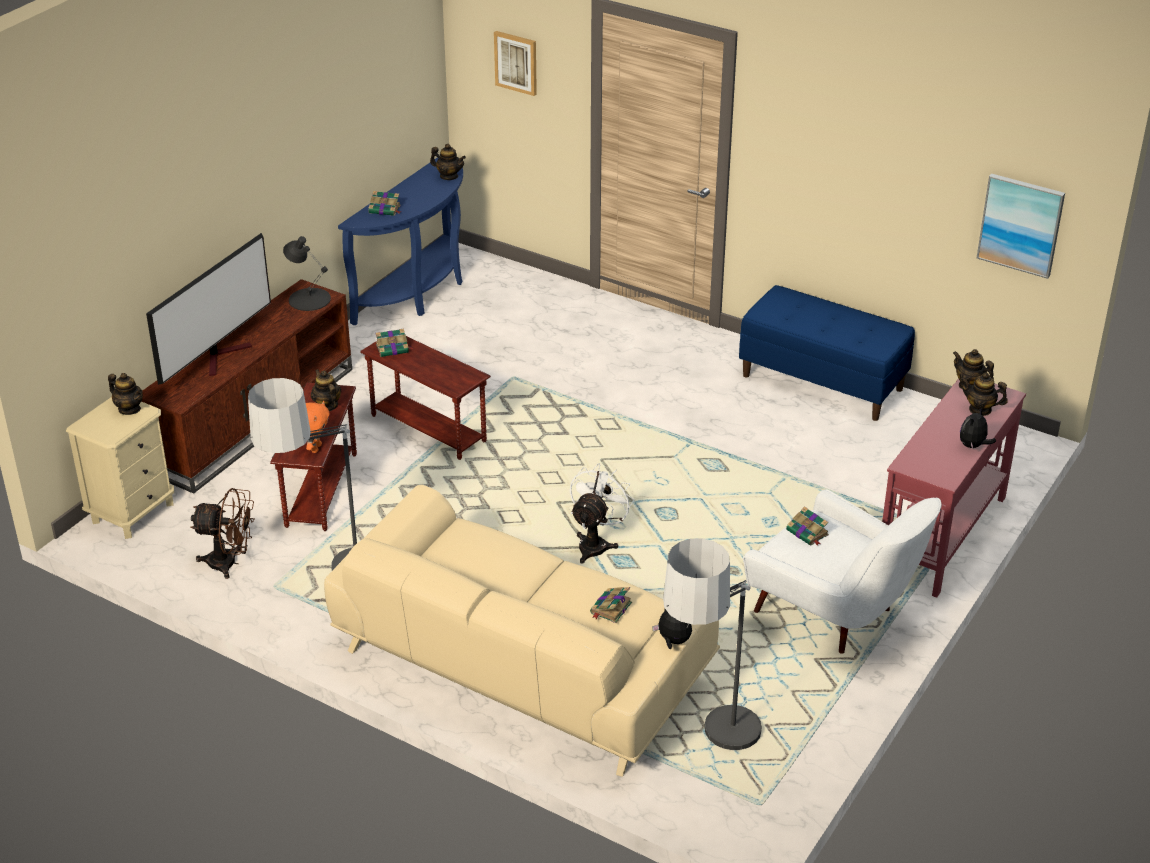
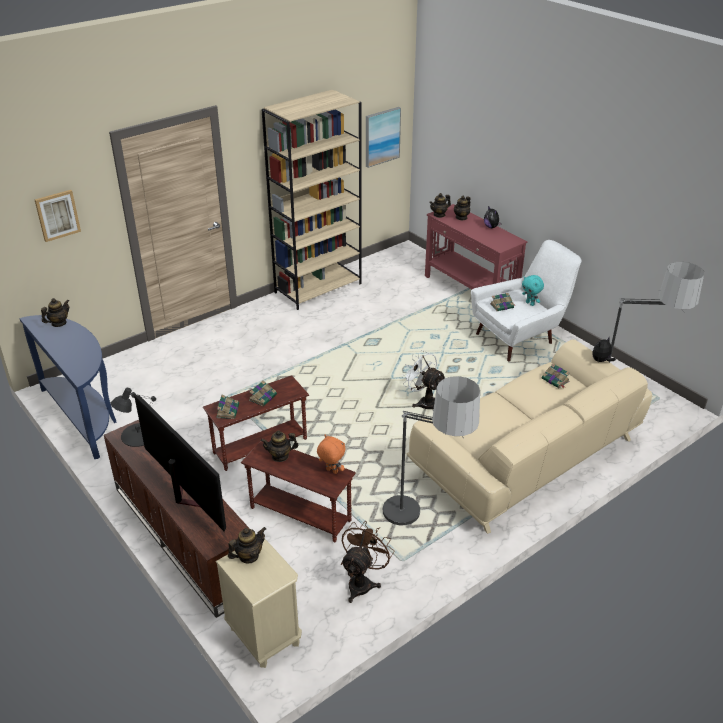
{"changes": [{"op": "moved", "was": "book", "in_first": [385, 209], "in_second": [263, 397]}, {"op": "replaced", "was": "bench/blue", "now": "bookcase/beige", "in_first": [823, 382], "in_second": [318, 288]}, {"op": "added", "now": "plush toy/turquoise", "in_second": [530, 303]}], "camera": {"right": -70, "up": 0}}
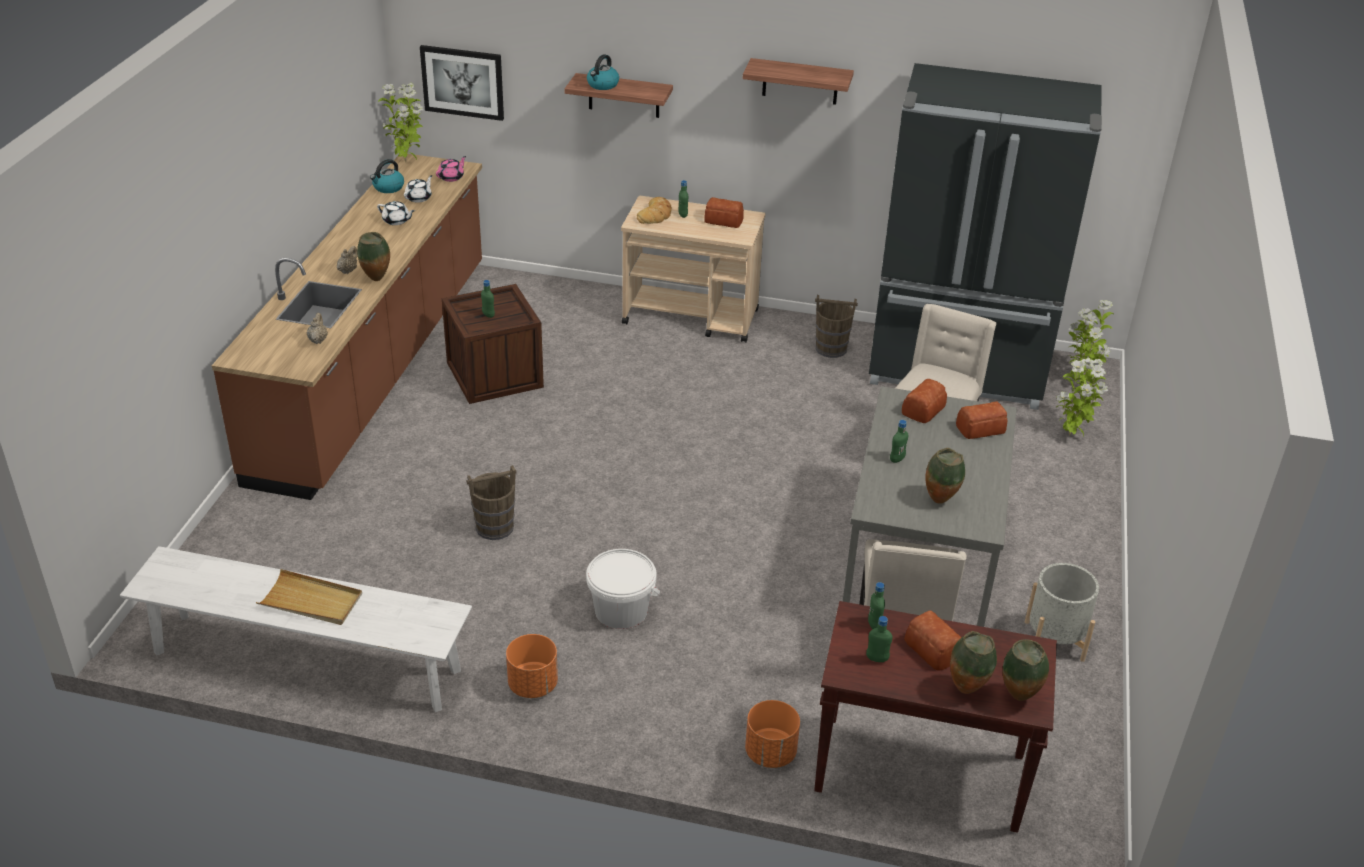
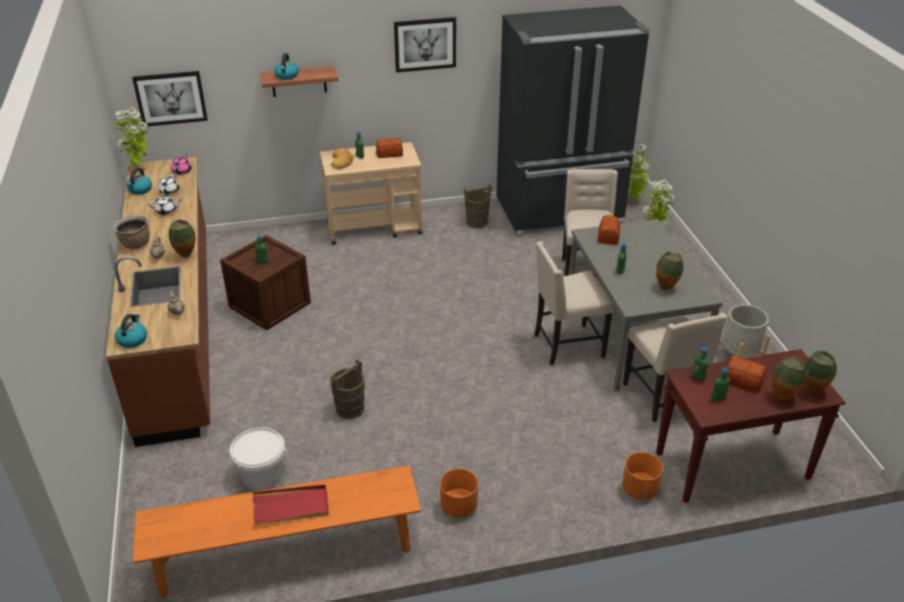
{"changes": [{"op": "added", "now": "cooking pot/brown", "in_second": [135, 244]}, {"op": "added", "now": "kettle", "in_second": [132, 339]}, {"op": "recoloured", "was": "bench/white", "now": "bench/orange", "in_first": [306, 661], "in_second": [286, 555]}, {"op": "moved", "was": "bucket/white", "in_first": [621, 610], "in_second": [262, 474]}, {"op": "recoloured", "was": "tray/beige", "now": "tray/red", "in_first": [311, 601], "in_second": [291, 507]}, {"op": "replaced", "was": "shelf", "now": "picture", "in_first": [800, 81], "in_second": [425, 44]}, {"op": "added", "now": "chair/beige", "in_second": [567, 346]}, {"op": "removed", "was": "bread", "in_first": [981, 429]}], "camera": {"right": -25, "up": 0}}
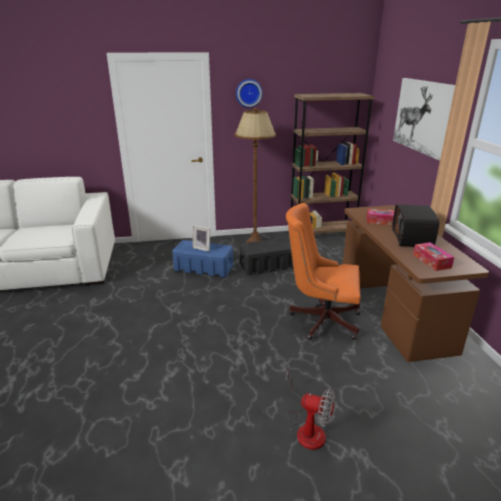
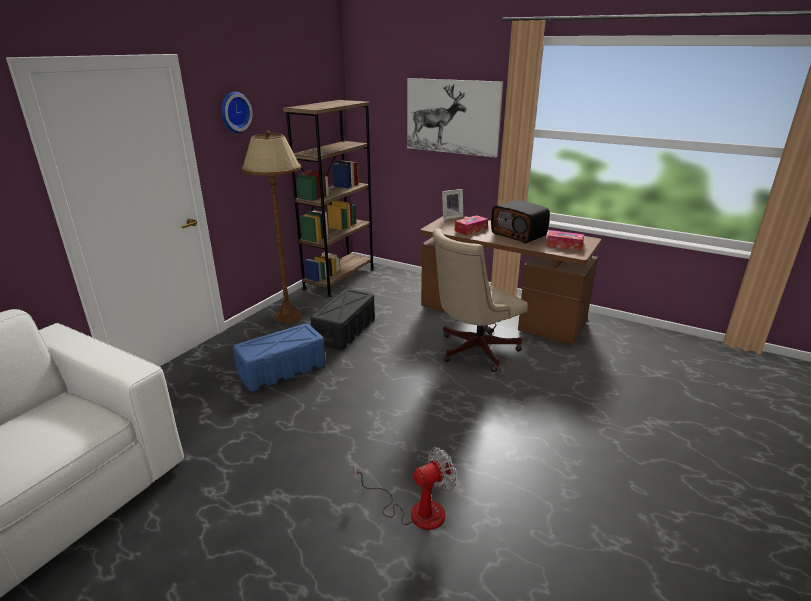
{"changes": [{"op": "moved", "was": "fan", "in_first": [307, 428], "in_second": [415, 511]}, {"op": "recoloured", "was": "office chair/orange", "now": "office chair/beige", "in_first": [320, 319], "in_second": [473, 351]}, {"op": "moved", "was": "picture frame", "in_first": [202, 248], "in_second": [451, 217]}], "camera": {"right": -50, "up": 0}}
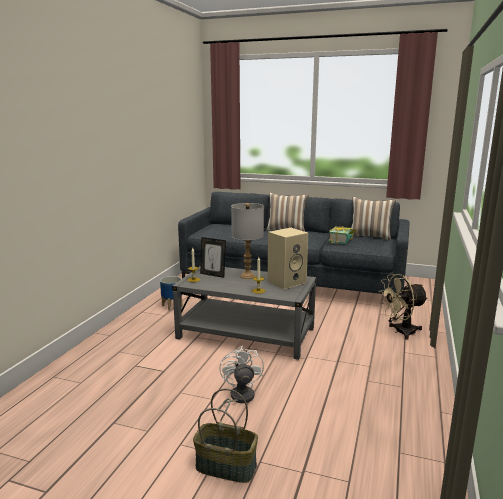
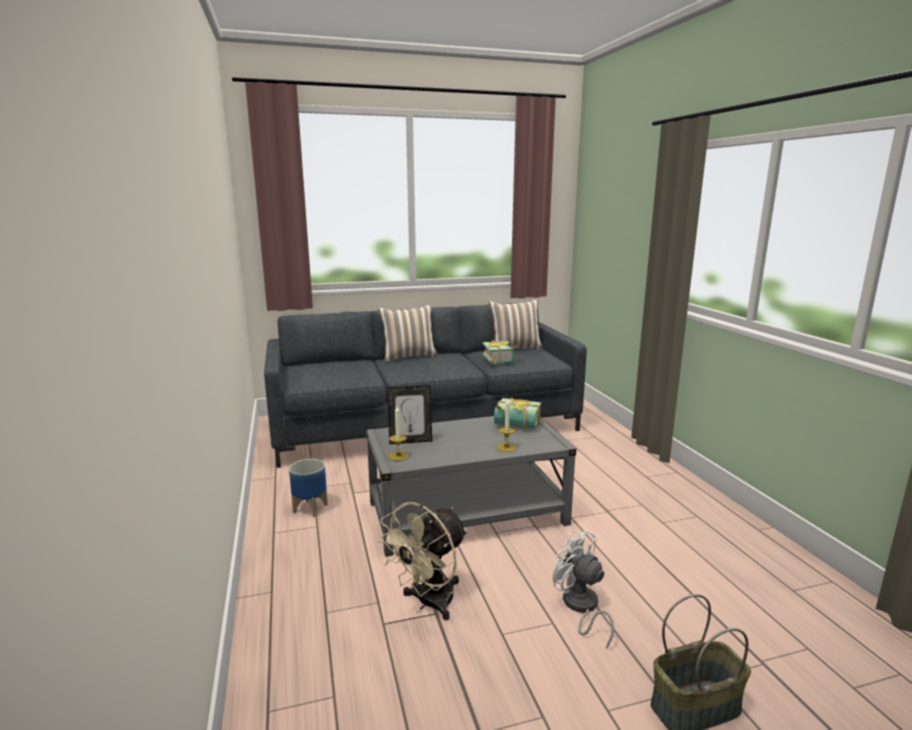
{"changes": [{"op": "moved", "was": "fan/beige", "in_first": [400, 332], "in_second": [428, 603]}, {"op": "replaced", "was": "speaker/beige", "now": "book", "in_first": [287, 282], "in_second": [516, 426]}, {"op": "removed", "was": "table lamp/grey", "in_first": [247, 276]}], "camera": {"right": -35, "up": 0}}
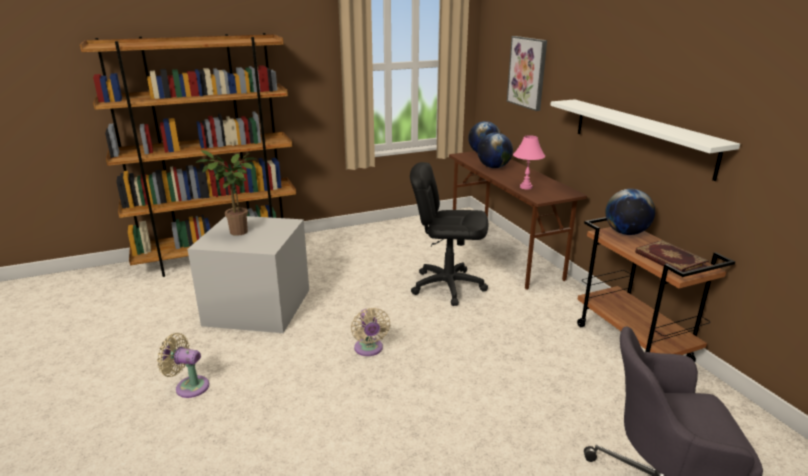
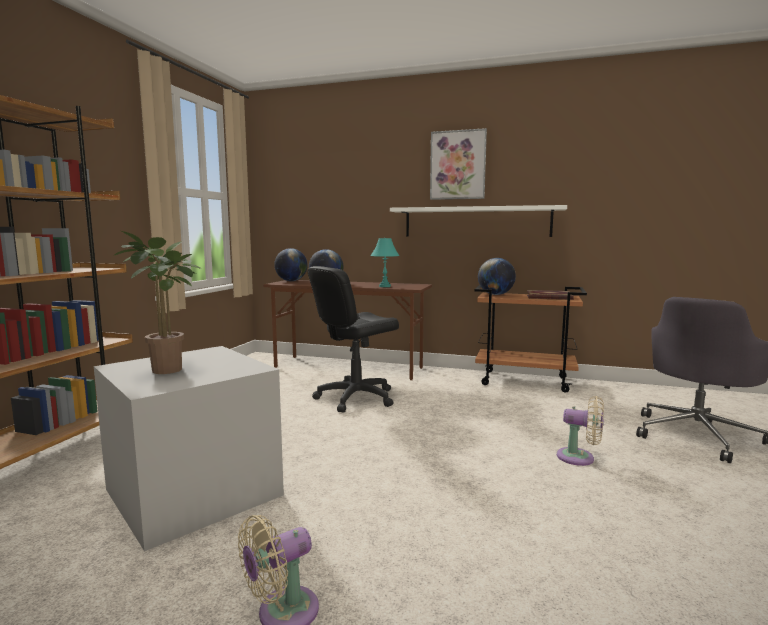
{"changes": [{"op": "recoloured", "was": "table lamp/pink", "now": "table lamp/turquoise", "in_first": [526, 187], "in_second": [384, 286]}, {"op": "moved", "was": "picture", "in_first": [527, 72], "in_second": [458, 165]}, {"op": "moved", "was": "fan/beige", "in_first": [369, 349], "in_second": [579, 458]}], "camera": {"right": -50, "up": -15}}
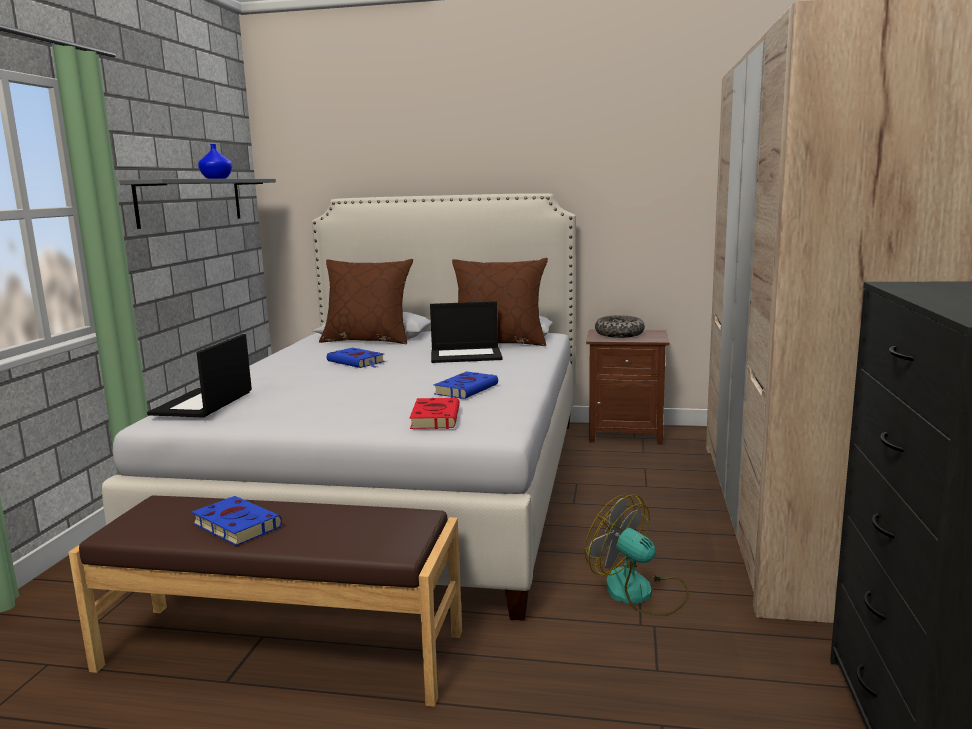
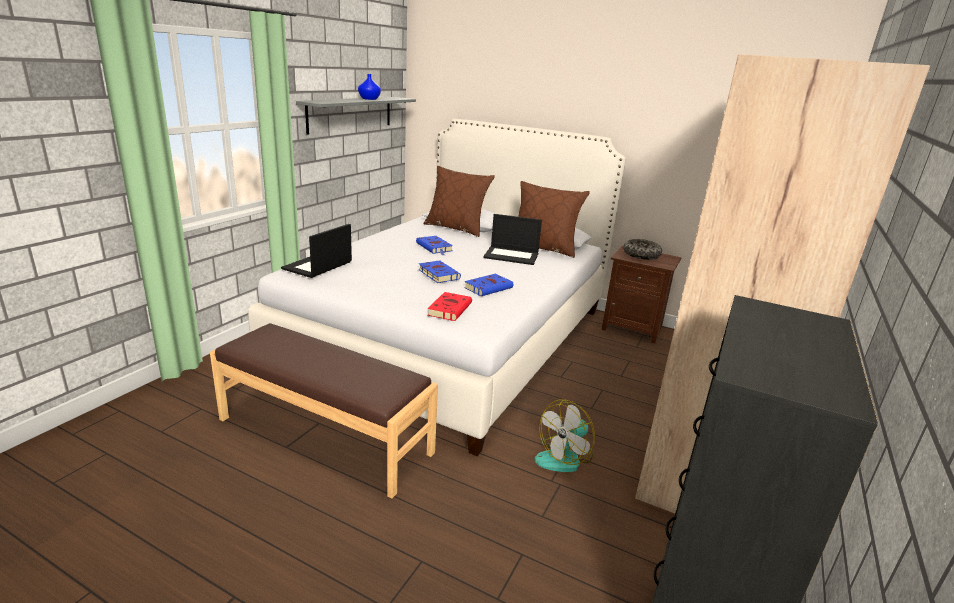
{"changes": [{"op": "moved", "was": "book/blue", "in_first": [235, 525], "in_second": [438, 274]}, {"op": "turned", "was": "fan", "in_first": [639, 593], "in_second": [565, 457], "clockwise": -105}], "camera": {"right": 15, "up": 10}}
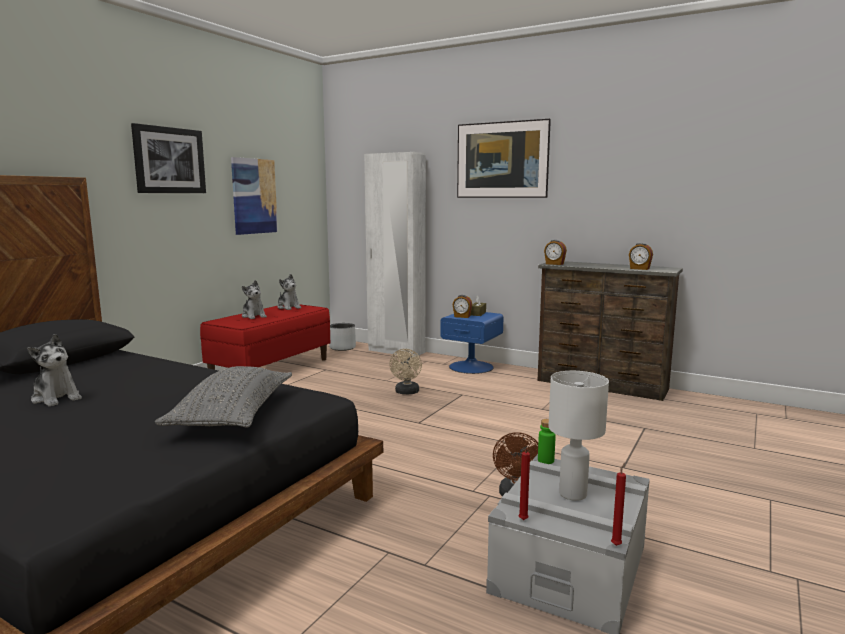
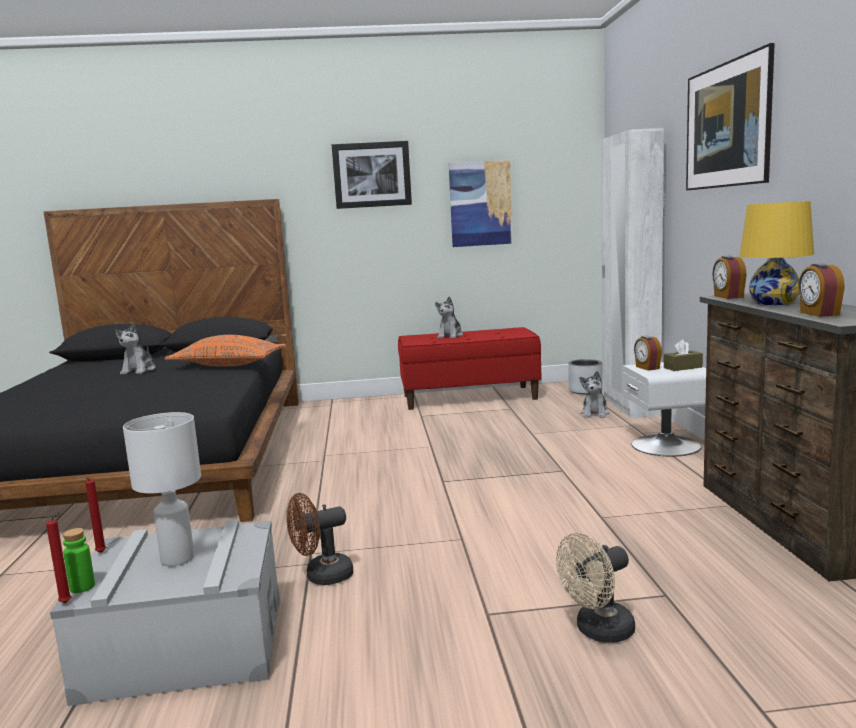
{"changes": [{"op": "moved", "was": "bottle/green", "in_first": [545, 460], "in_second": [82, 587]}, {"op": "added", "now": "pillow/orange", "in_second": [228, 365]}, {"op": "moved", "was": "fan/beige", "in_first": [406, 392], "in_second": [598, 631]}, {"op": "moved", "was": "plush toy", "in_first": [289, 307], "in_second": [595, 413]}, {"op": "recoloured", "was": "nightstand/blue", "now": "nightstand/white", "in_first": [471, 367], "in_second": [667, 445]}, {"op": "added", "now": "table lamp/yellow", "in_second": [774, 302]}, {"op": "removed", "was": "pillow/grey", "in_first": [233, 415]}], "camera": {"right": 55, "up": 0}}
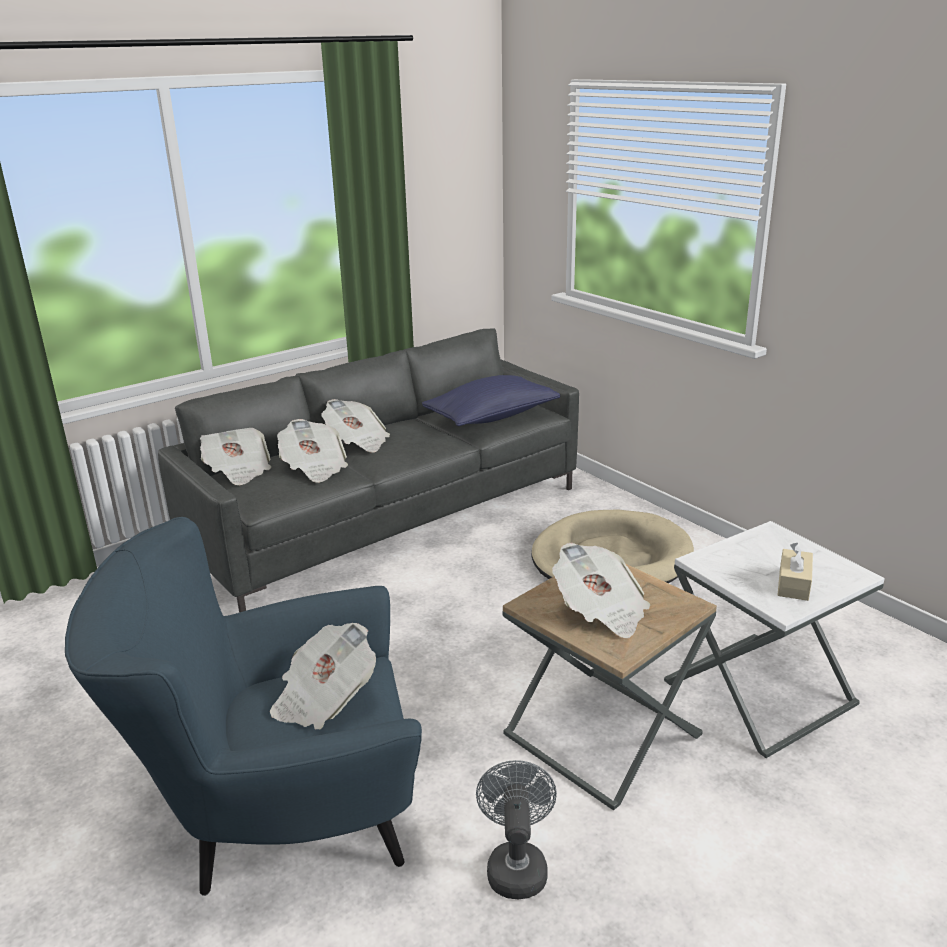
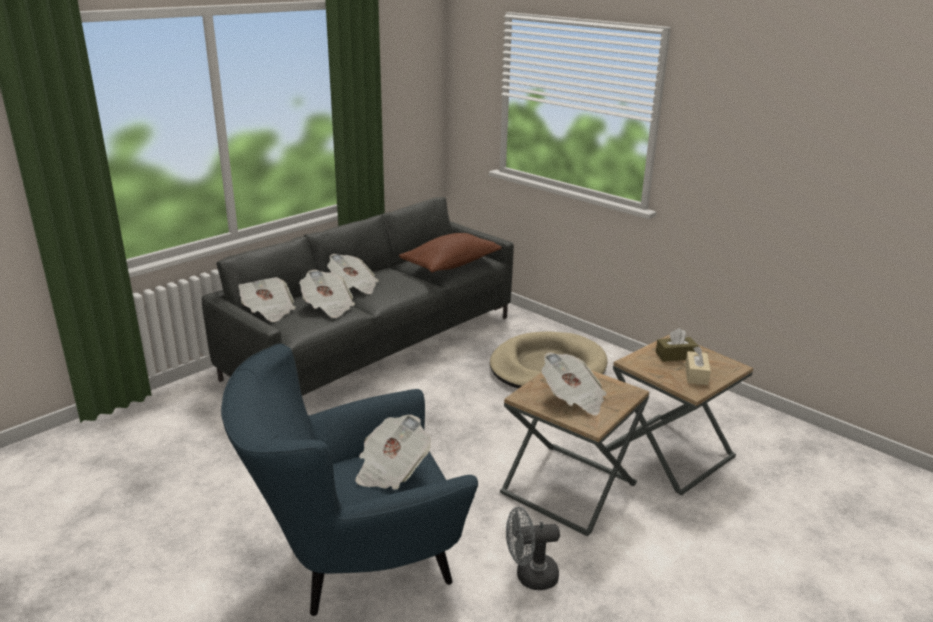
{"changes": [{"op": "recoloured", "was": "pillow/blue", "now": "pillow/brown", "in_first": [491, 417], "in_second": [450, 265]}, {"op": "turned", "was": "fan/grey", "in_first": [516, 865], "in_second": [530, 576], "clockwise": -90}, {"op": "recoloured", "was": "side table/white", "now": "side table/brown", "in_first": [759, 693], "in_second": [669, 454]}, {"op": "added", "now": "tissue box/brown", "in_second": [675, 356]}], "camera": {"right": -10, "up": 0}}
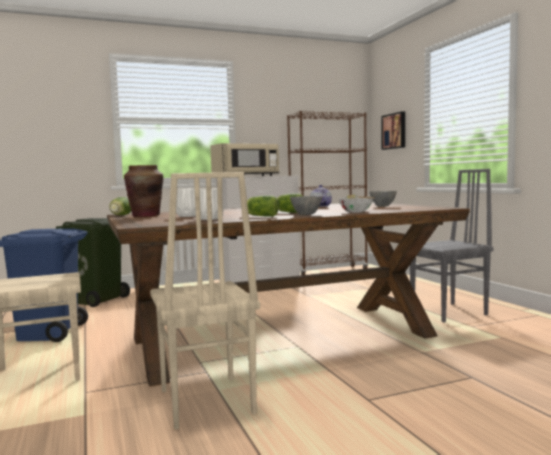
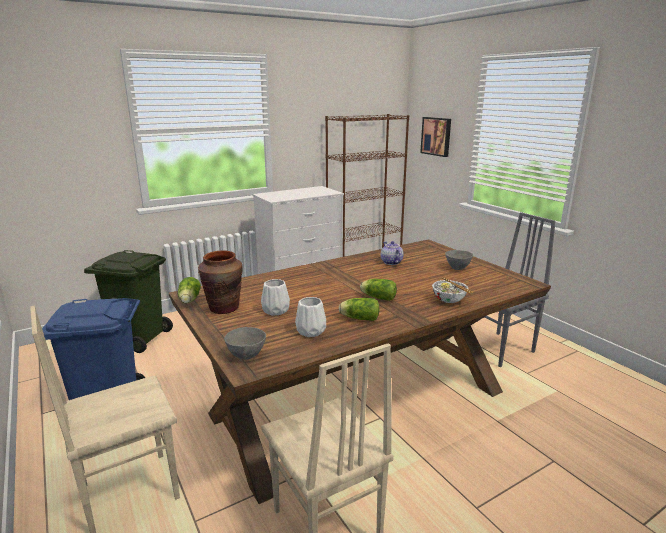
{"changes": [{"op": "moved", "was": "bowl/grey", "in_first": [306, 214], "in_second": [247, 356]}, {"op": "removed", "was": "microwave/beige", "in_first": [247, 176]}], "camera": {"right": -10, "up": 15}}
